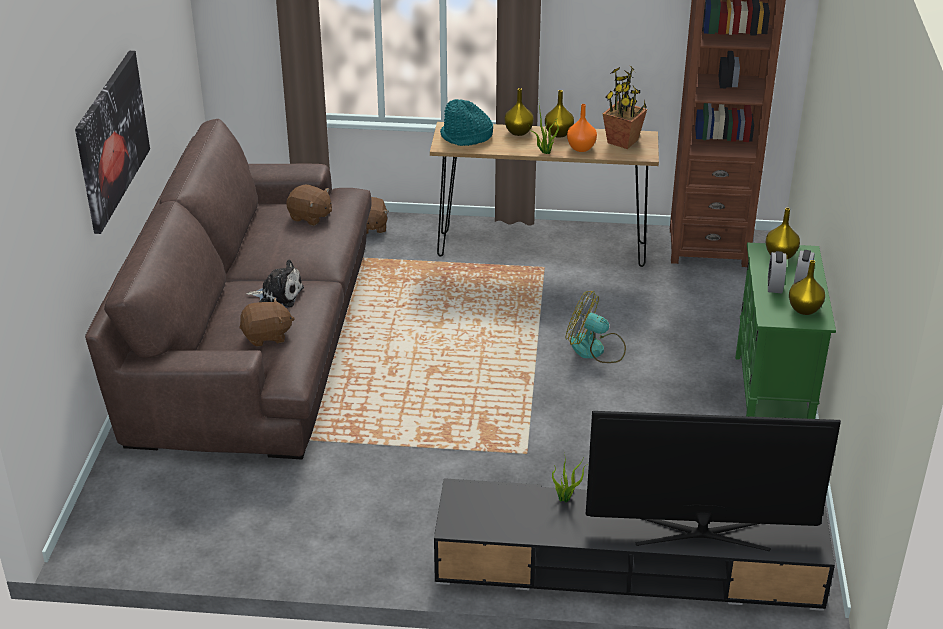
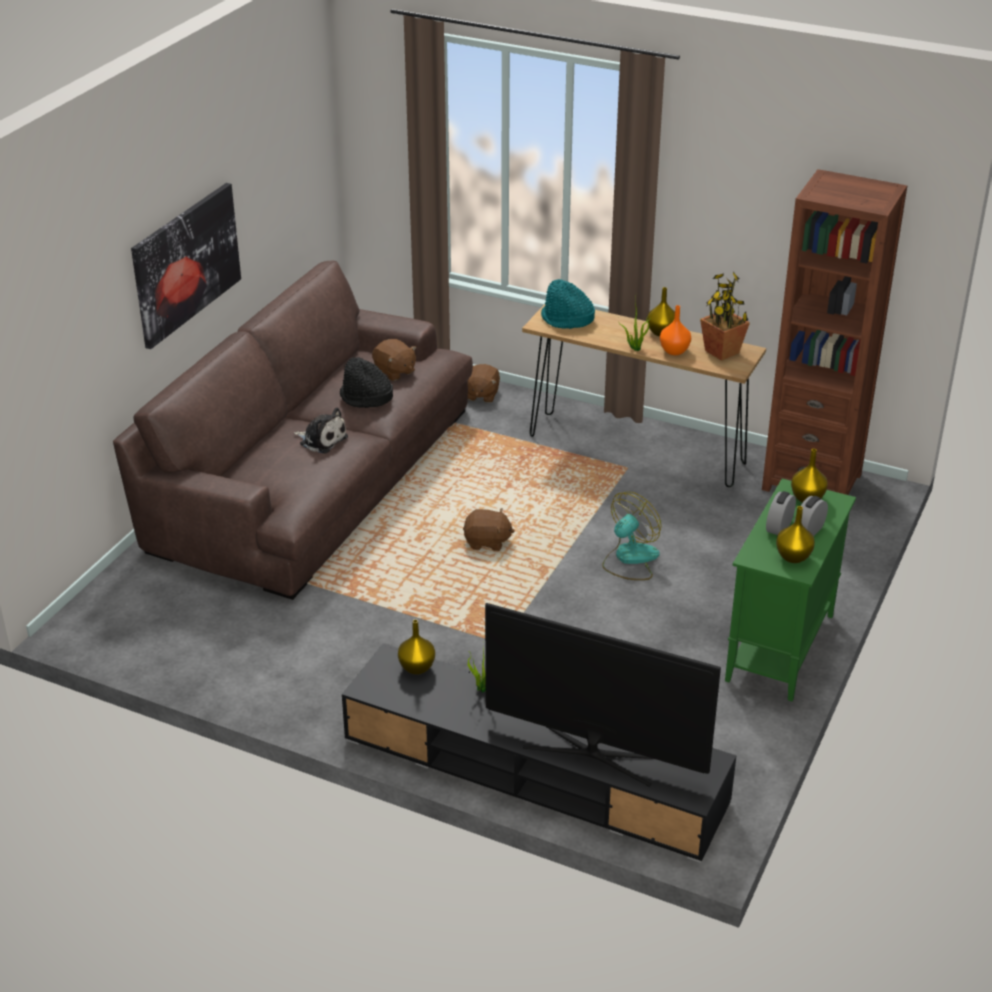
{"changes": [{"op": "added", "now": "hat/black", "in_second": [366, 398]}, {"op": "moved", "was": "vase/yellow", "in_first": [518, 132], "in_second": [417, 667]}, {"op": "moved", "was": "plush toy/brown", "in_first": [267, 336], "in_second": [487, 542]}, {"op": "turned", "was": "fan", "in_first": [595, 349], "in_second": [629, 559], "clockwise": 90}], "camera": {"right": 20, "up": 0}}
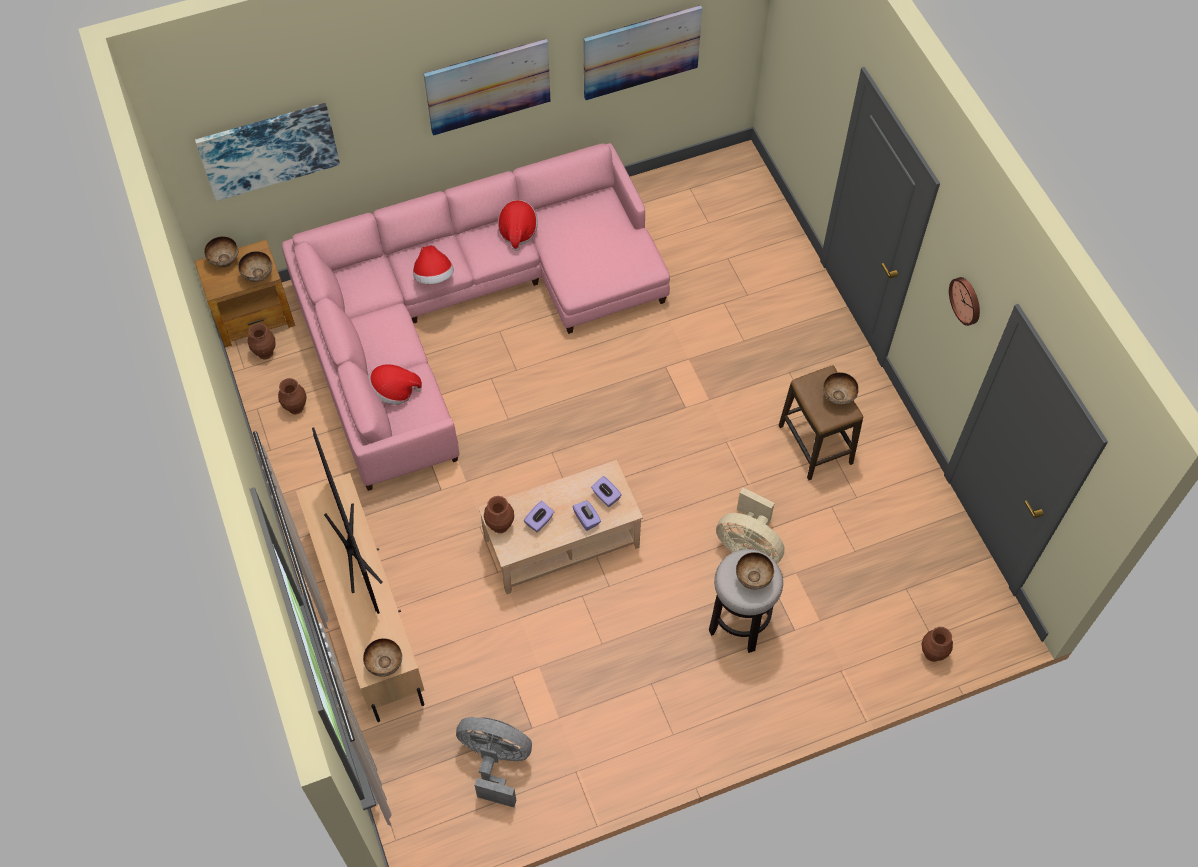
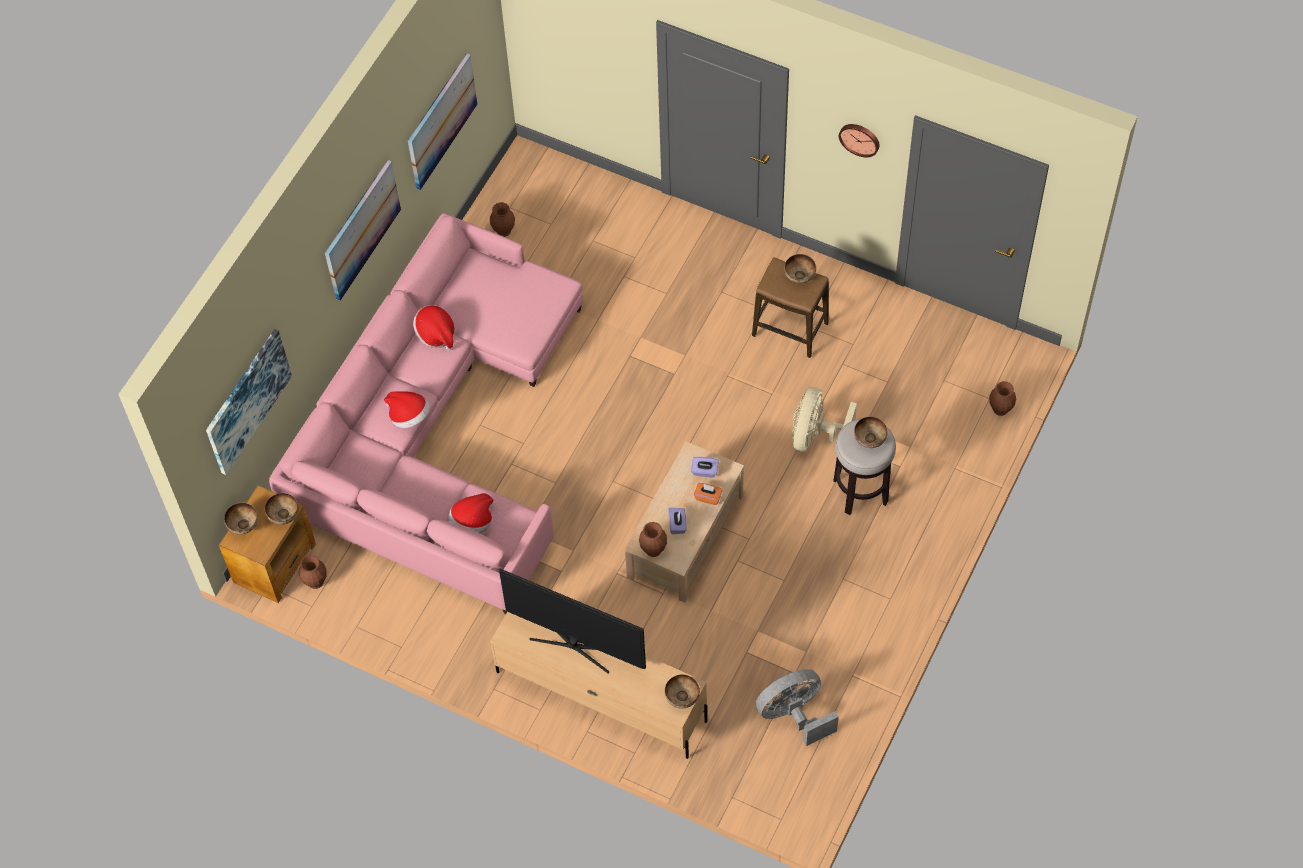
{"changes": [{"op": "moved", "was": "vase/brown", "in_first": [296, 407], "in_second": [503, 230]}, {"op": "recoloured", "was": "tissue box/purple", "now": "tissue box/orange", "in_first": [587, 519], "in_second": [708, 497]}, {"op": "turned", "was": "fan/beige", "in_first": [748, 546], "in_second": [815, 435], "clockwise": 120}], "camera": {"right": -40, "up": 0}}
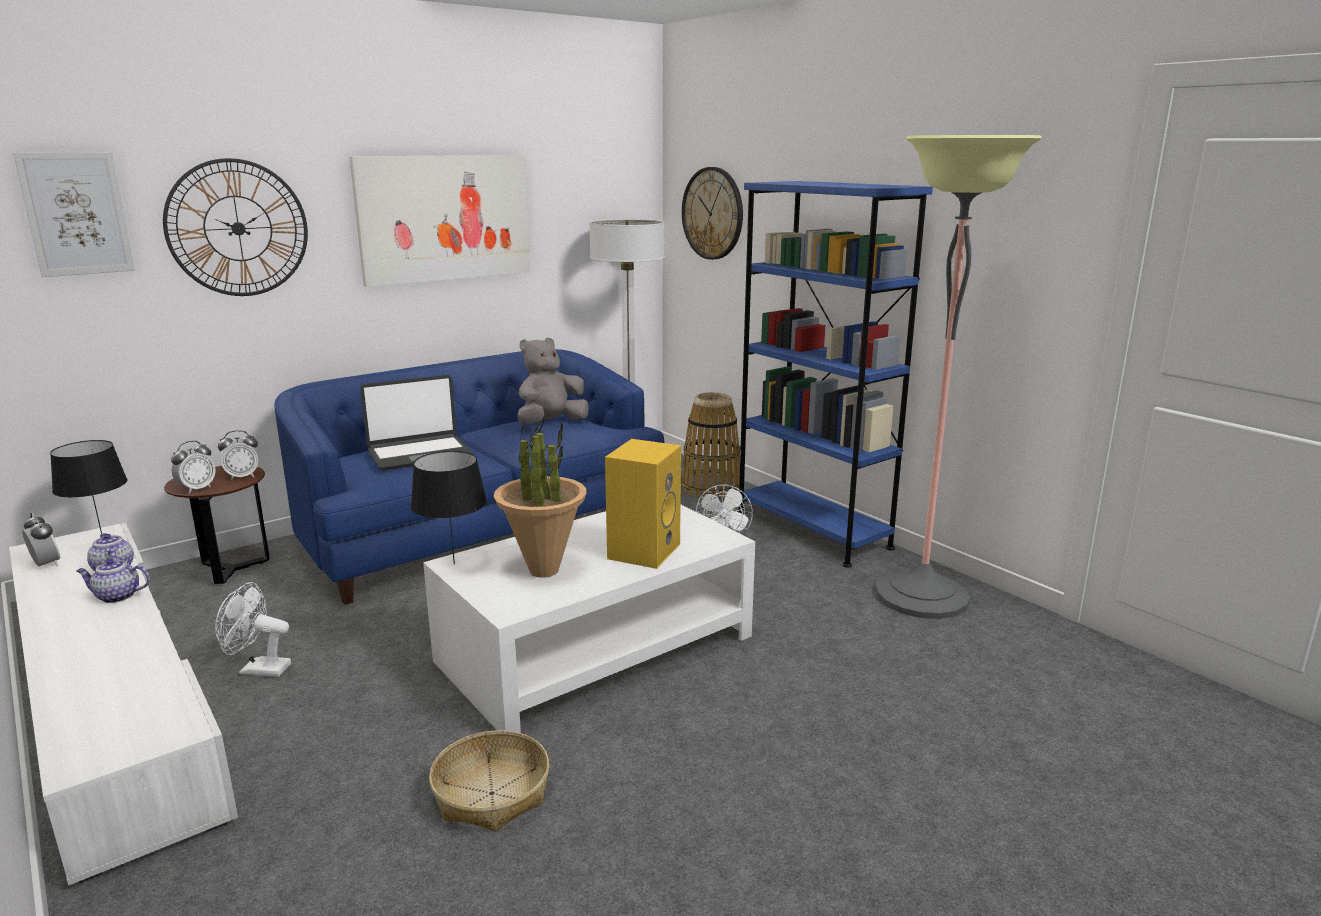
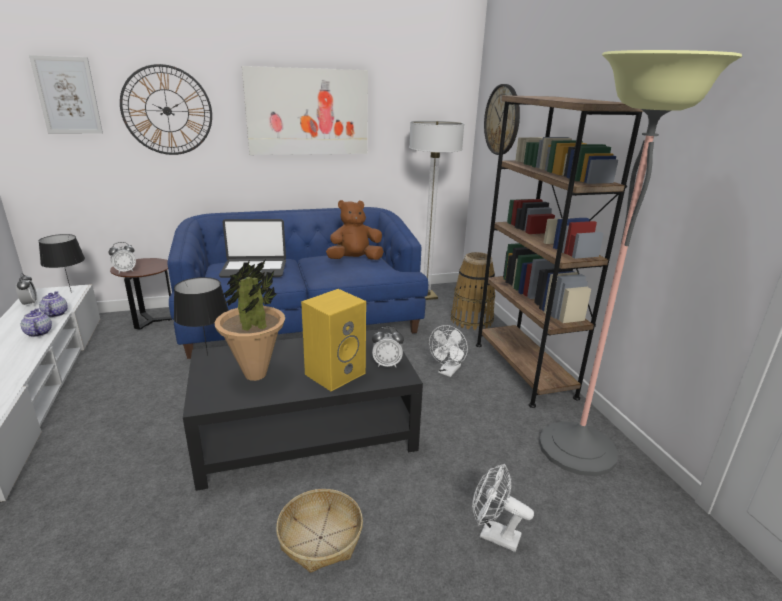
{"changes": [{"op": "turned", "was": "teapot", "in_first": [116, 596], "in_second": [38, 332], "clockwise": 45}, {"op": "recoloured", "was": "coffee table/white", "now": "coffee table/black", "in_first": [596, 649], "in_second": [305, 431]}, {"op": "moved", "was": "basket", "in_first": [492, 793], "in_second": [321, 538]}, {"op": "recoloured", "was": "plush toy/grey", "now": "plush toy/brown", "in_first": [551, 423], "in_second": [354, 260]}, {"op": "moved", "was": "alarm clock", "in_first": [243, 476], "in_second": [387, 364]}, {"op": "moved", "was": "fan/white", "in_first": [258, 669], "in_second": [493, 535]}, {"op": "recoloured", "was": "bookcase/blue", "now": "bookcase/brown", "in_first": [812, 531], "in_second": [523, 369]}], "camera": {"right": 20, "up": 5}}
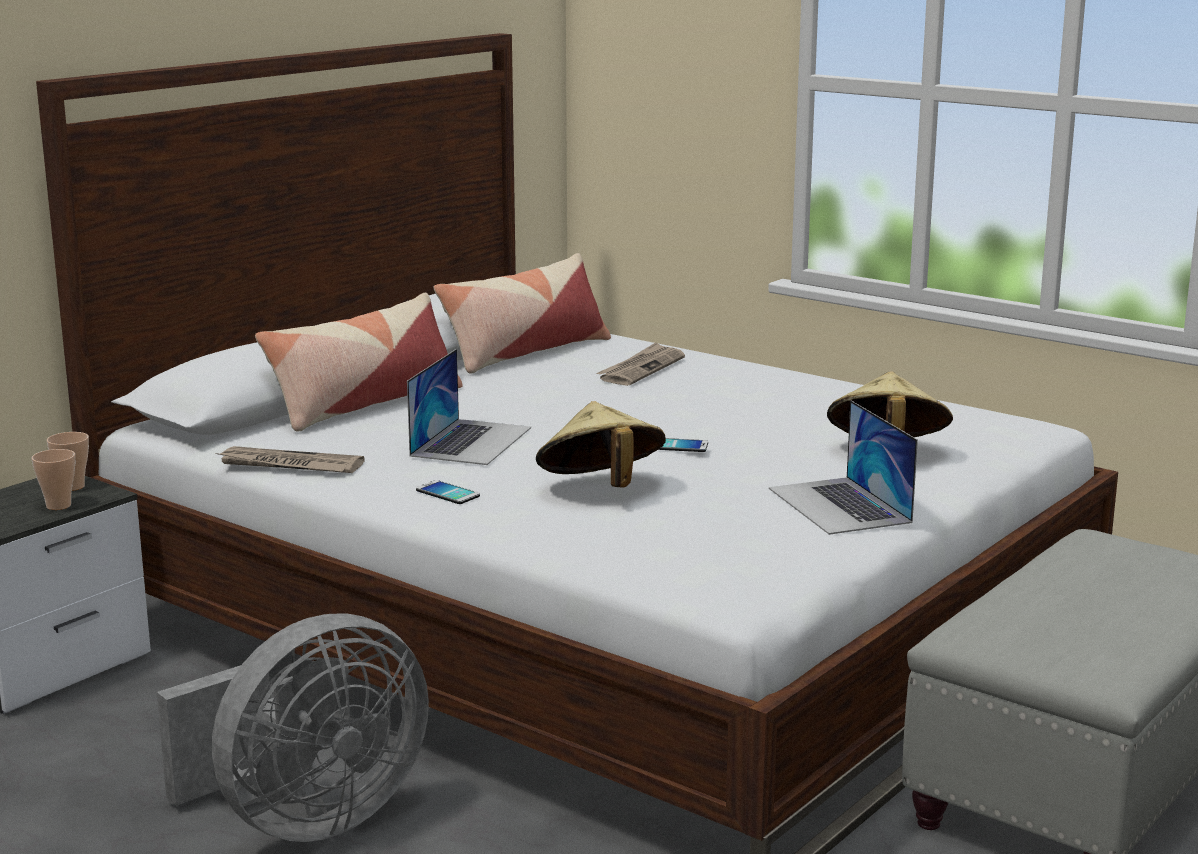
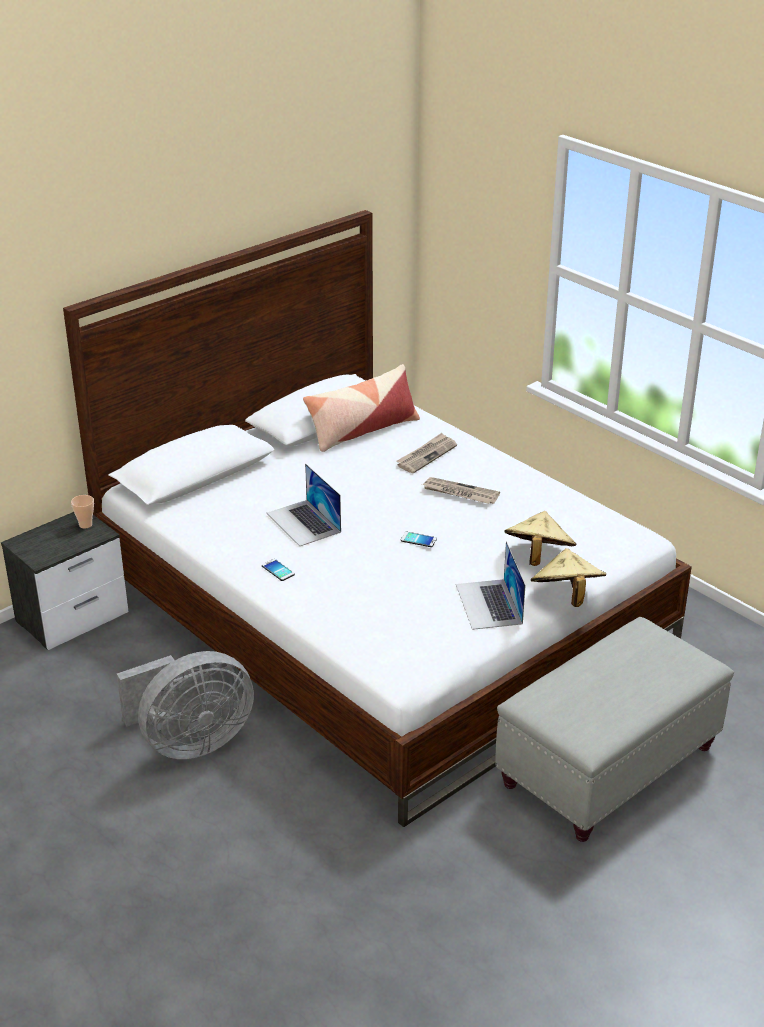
{"changes": [{"op": "turned", "was": "laptop", "in_first": [471, 441], "in_second": [304, 522], "clockwise": 120}, {"op": "moved", "was": "newspaper", "in_first": [289, 465], "in_second": [460, 493]}, {"op": "moved", "was": "hat/beige", "in_first": [600, 488], "in_second": [566, 596]}, {"op": "removed", "was": "cup", "in_first": [58, 506]}, {"op": "removed", "was": "pillow", "in_first": [364, 405]}], "camera": {"right": 10, "up": 15}}
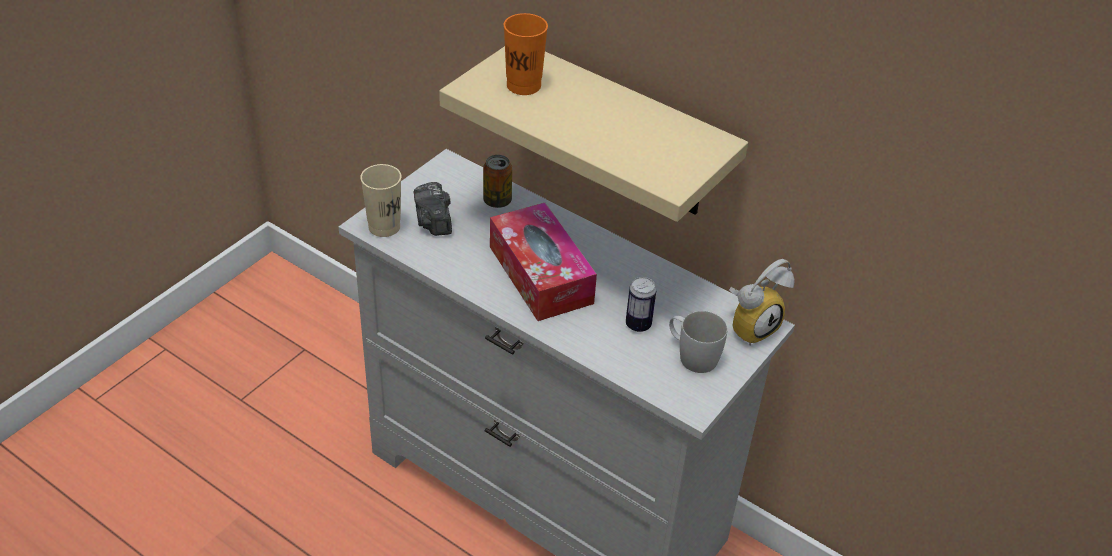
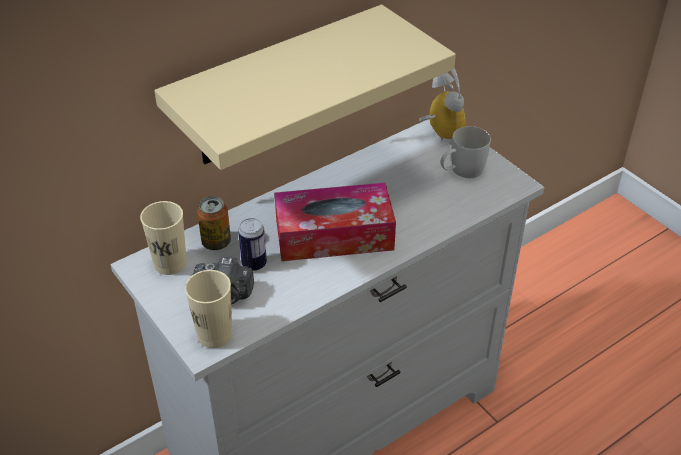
{"changes": [{"op": "added", "now": "cup/beige", "in_second": [170, 263]}, {"op": "moved", "was": "can", "in_first": [638, 325], "in_second": [254, 264]}, {"op": "removed", "was": "cup/orange", "in_first": [523, 85]}], "camera": {"right": -70, "up": 0}}
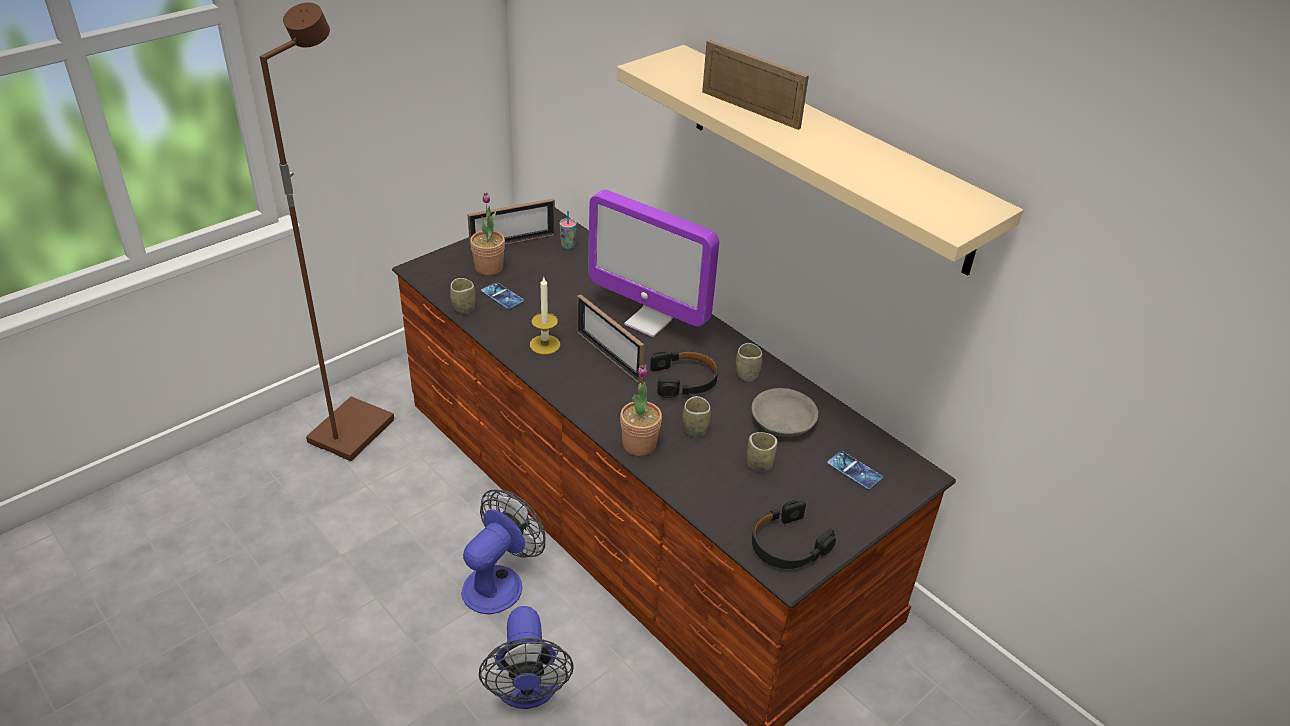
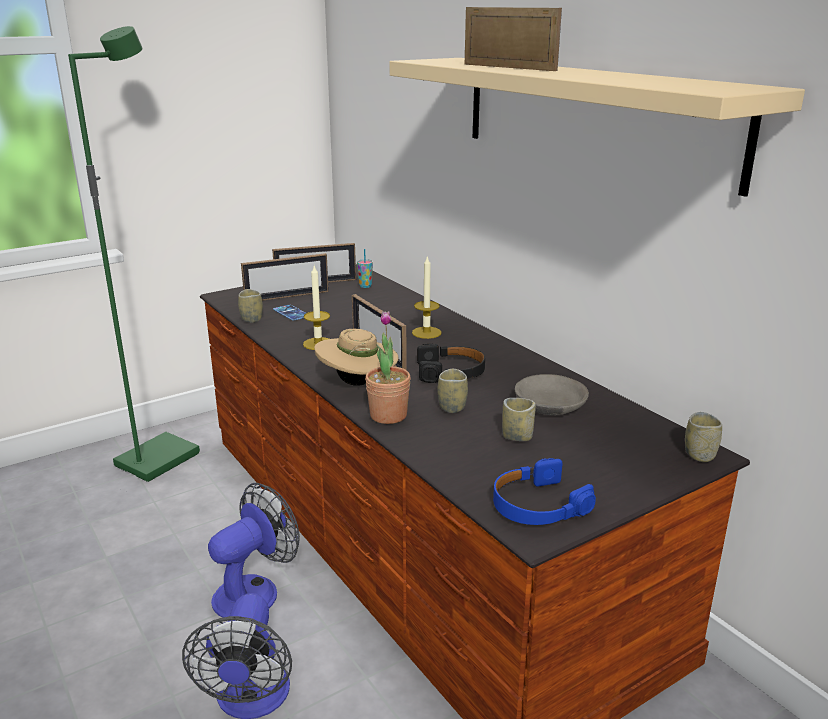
{"changes": [{"op": "recoloured", "was": "floor lamp/brown", "now": "floor lamp/green", "in_first": [350, 430], "in_second": [157, 459]}, {"op": "replaced", "was": "potted plant", "now": "picture frame", "in_first": [489, 267], "in_second": [287, 296]}, {"op": "added", "now": "hat/beige", "in_second": [357, 383]}, {"op": "replaced", "was": "monitor", "now": "candle", "in_first": [649, 322], "in_second": [426, 332]}, {"op": "recoloured", "was": "headphones/black", "now": "headphones/blue", "in_first": [787, 545], "in_second": [537, 505]}, {"op": "moved", "was": "cup", "in_first": [747, 374], "in_second": [699, 455]}, {"op": "removed", "was": "phone", "in_first": [854, 470]}], "camera": {"right": 10, "up": -15}}
